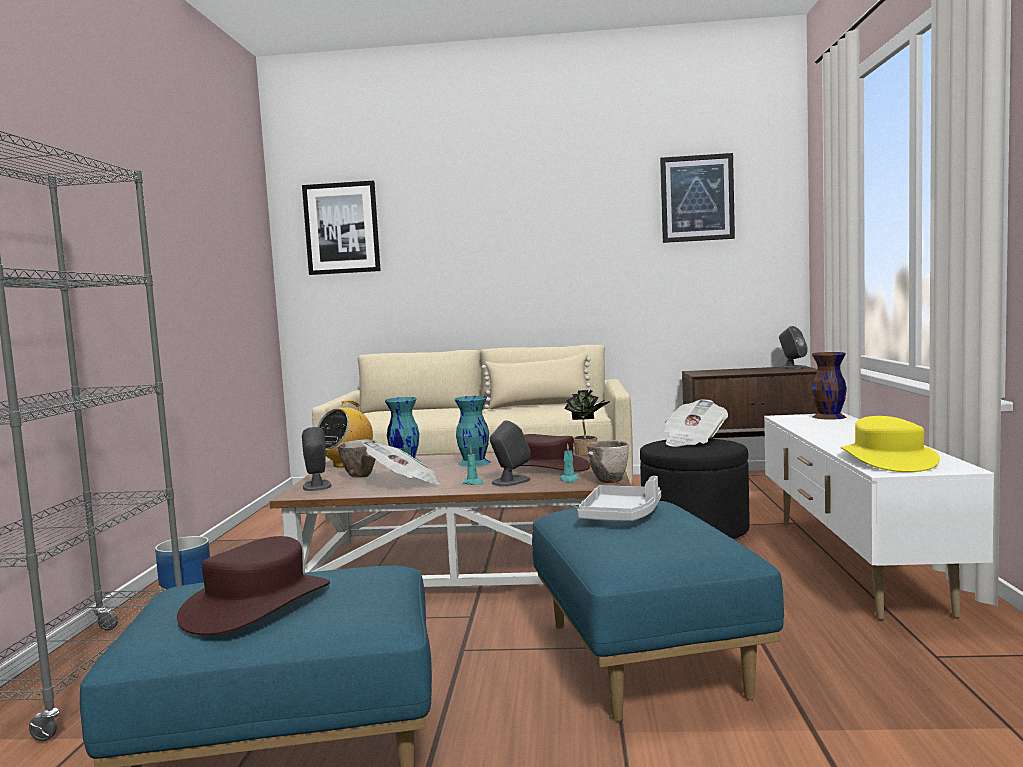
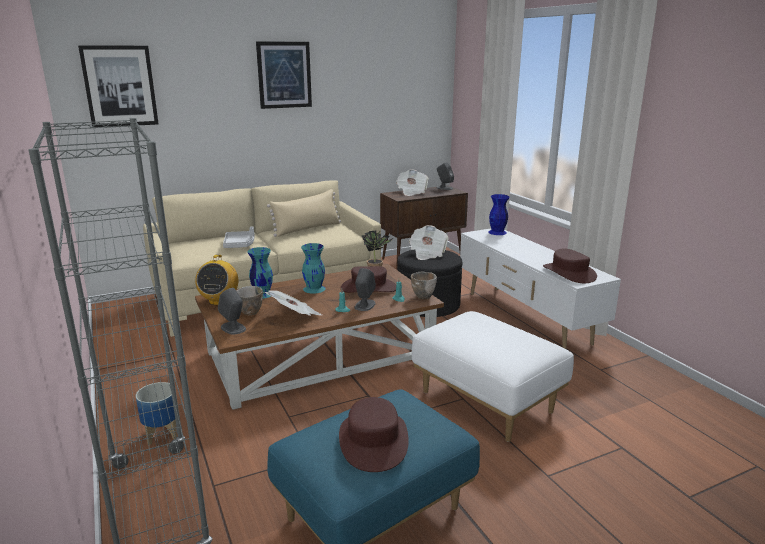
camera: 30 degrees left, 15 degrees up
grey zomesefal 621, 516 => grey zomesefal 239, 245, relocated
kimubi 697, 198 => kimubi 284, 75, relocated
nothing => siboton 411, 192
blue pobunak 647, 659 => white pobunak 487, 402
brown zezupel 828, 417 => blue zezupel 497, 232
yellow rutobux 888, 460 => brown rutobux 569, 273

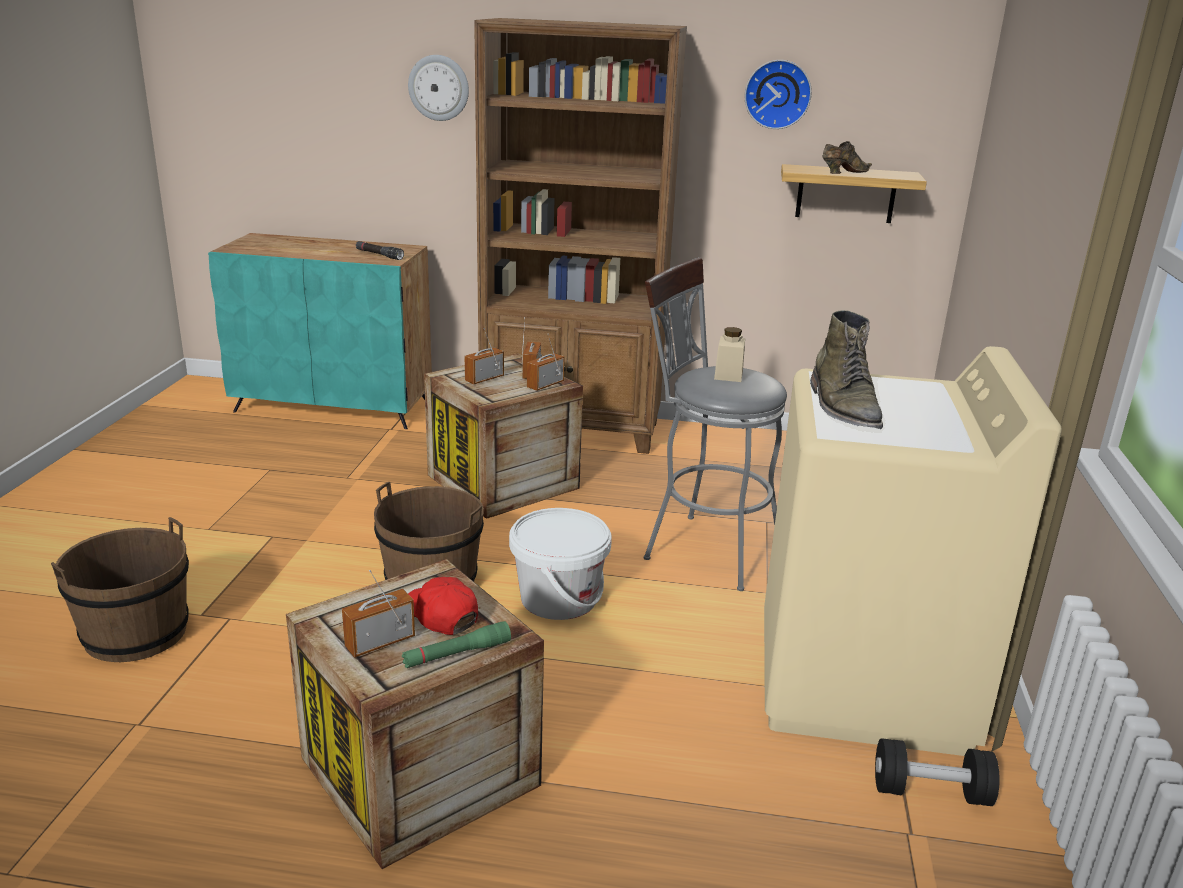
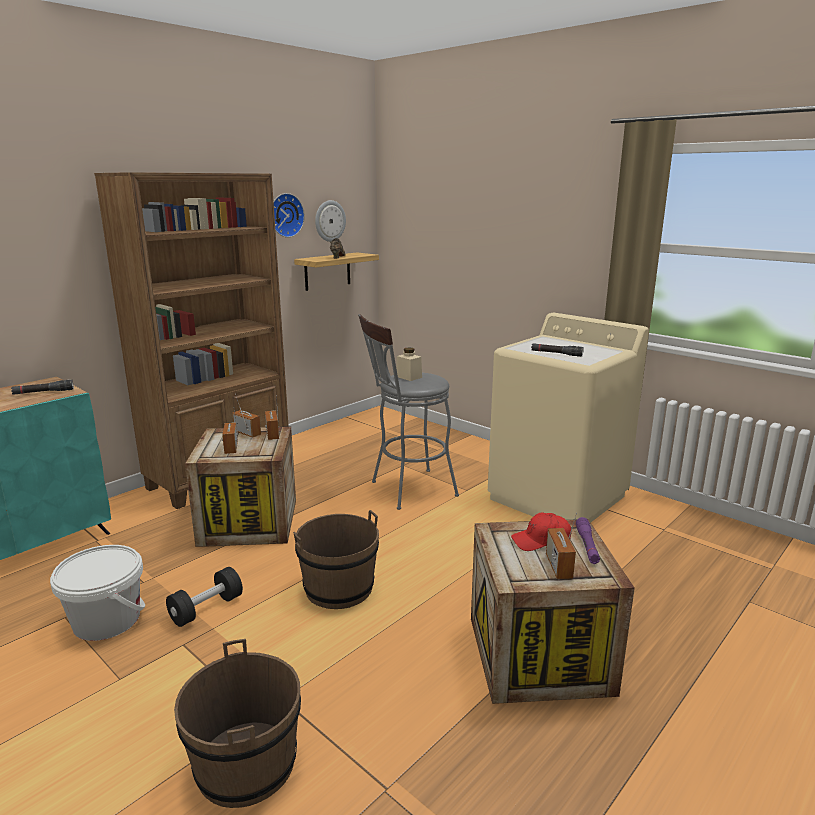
camera: 55 degrees left, 5 degrees down
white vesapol 559, 598 => white vesapol 107, 620, relocated
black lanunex 930, 791 => black lanunex 206, 609, relocated
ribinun 439, 88 => ribinun 329, 221, relocated
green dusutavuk 843, 407 => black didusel 556, 354
green didusel 457, 654 => purple didusel 587, 546

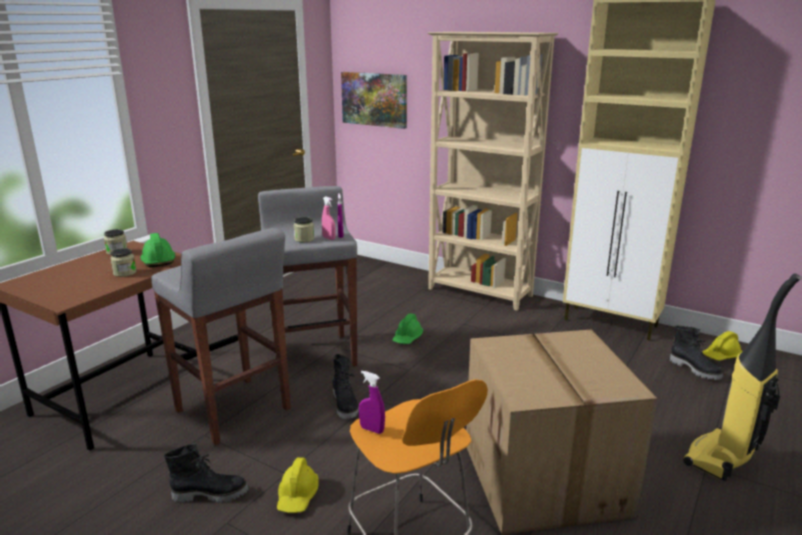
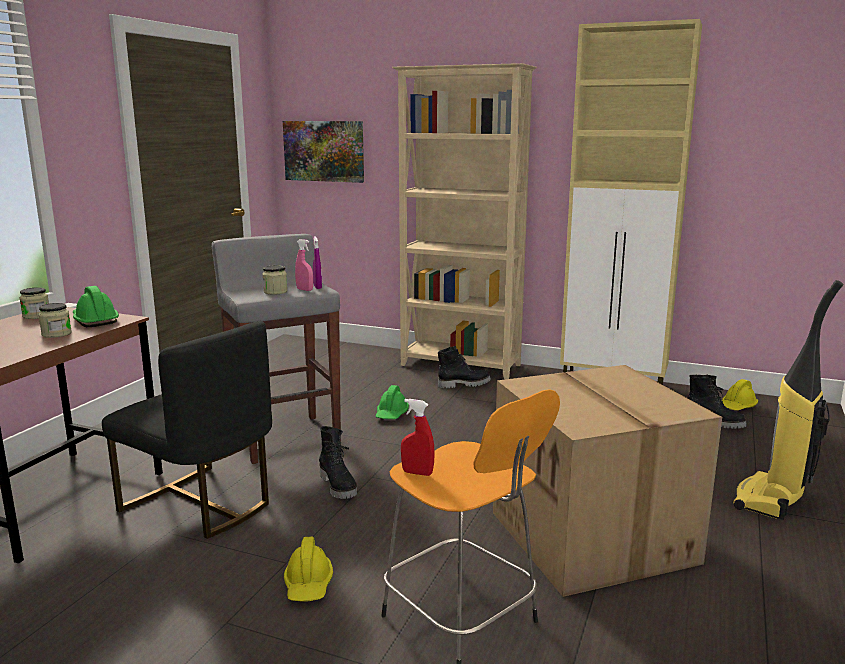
camera: 10 degrees left, 5 degrees down
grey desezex 234, 411 => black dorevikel 200, 504
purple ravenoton 372, 429 => red ravenoton 417, 473
black dusutavuk 210, 494 => black dusutavuk 463, 384, relocated

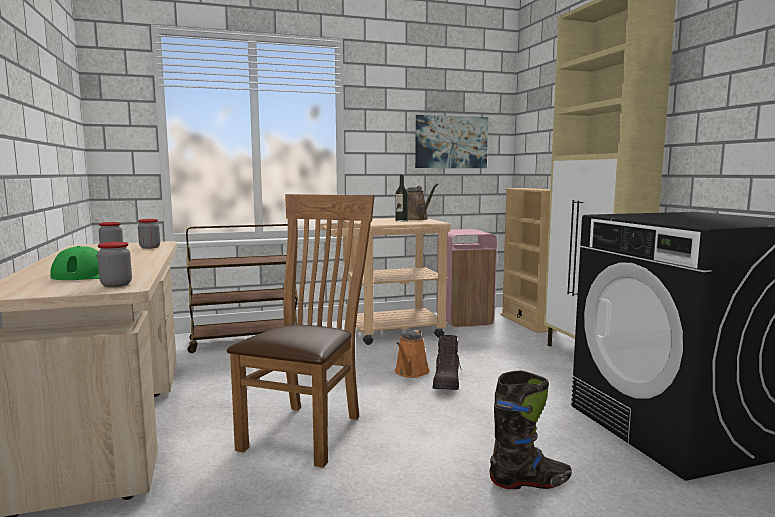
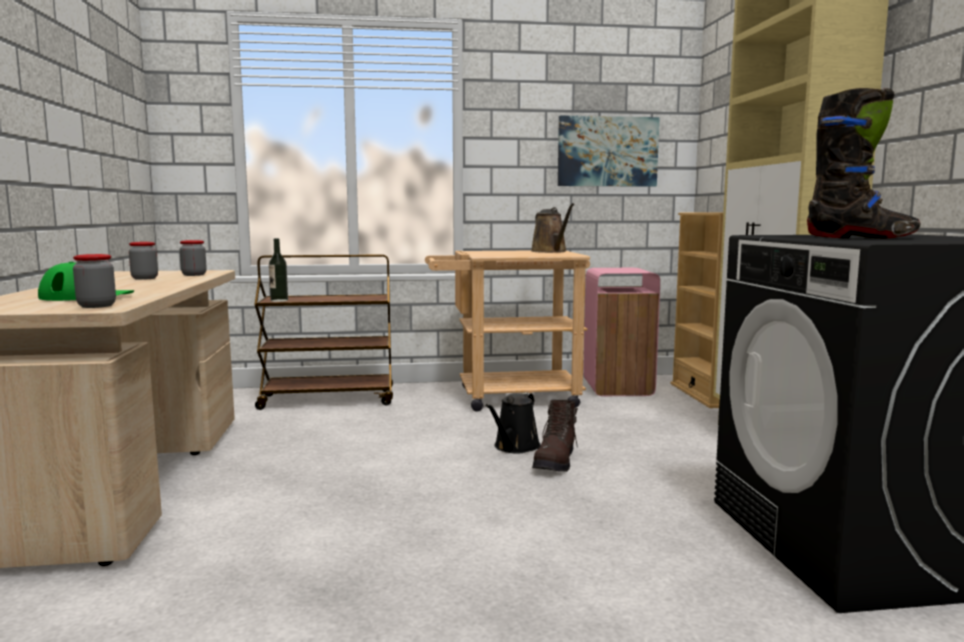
camera: 10 degrees right, 0 degrees up
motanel 401, 221 => motanel 279, 300, relocated
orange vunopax 411, 372 => black vunopax 515, 447
black dusutavuk 530, 482 => black dusutavuk 861, 237, relocated
brown dorevikel 308, 429 => nothing

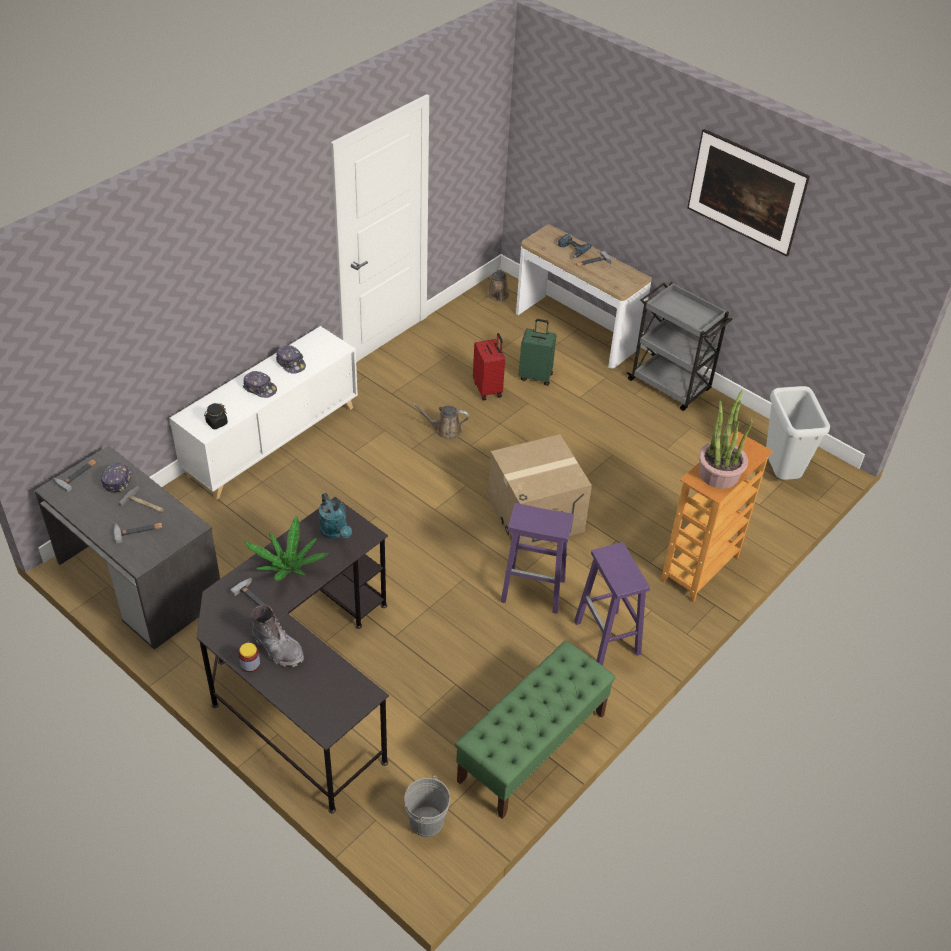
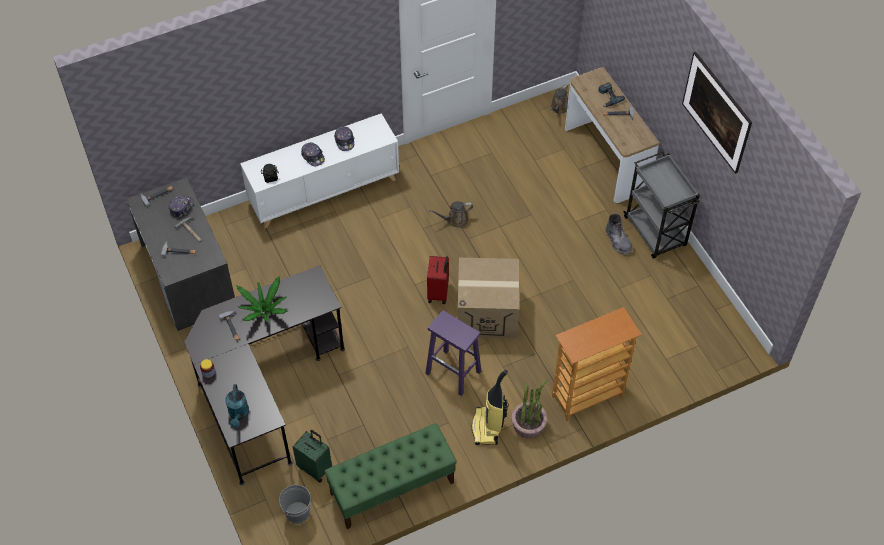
camera: 25 degrees right, 10 degrees up
turquoise vunopax 336, 533 => turquoise vunopax 238, 414, relocated
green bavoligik 536, 376 => green bavoligik 315, 468, relocated
red bavoligik 488, 389 => red bavoligik 439, 293, relocated
brown vunopax 445, 430 => brown vunopax 455, 220, 45 degrees counterclockwise
purple desezex 607, 638 => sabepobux 487, 427
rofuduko 719, 473 => rofuduko 528, 425, relocated
grey dusutavuk 278, 648 => grey dusutavuk 618, 241, relocated
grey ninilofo 781, 474 => nothing

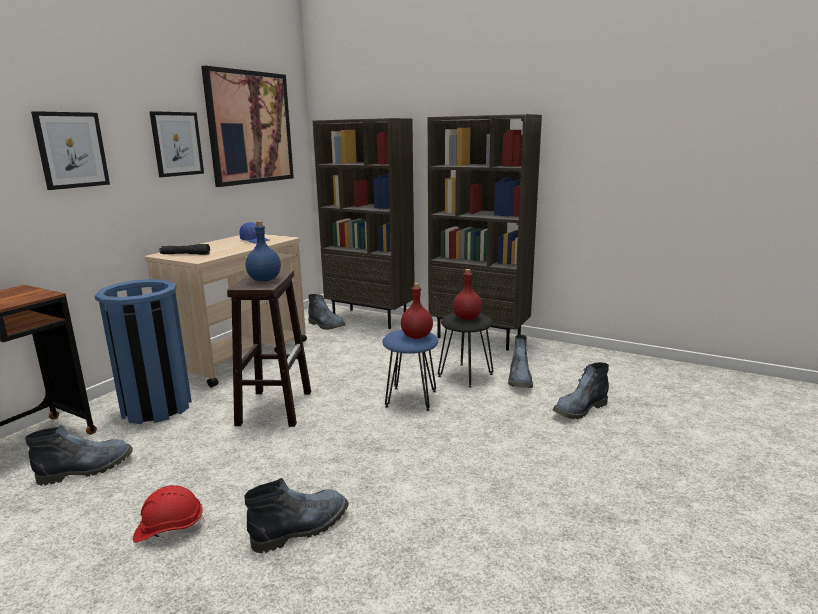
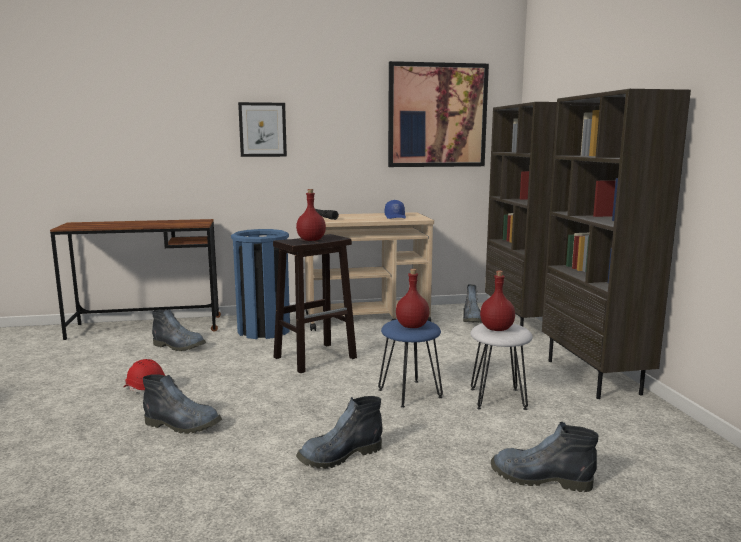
camera: 50 degrees right, 5 degrees down
blue motanel 265, 280 => red motanel 311, 240
dusutavuk 520, 380 => dusutavuk 339, 456, relocated
black desezex 465, 375 => white desezex 498, 399
kimubi 177, 144 => nothing

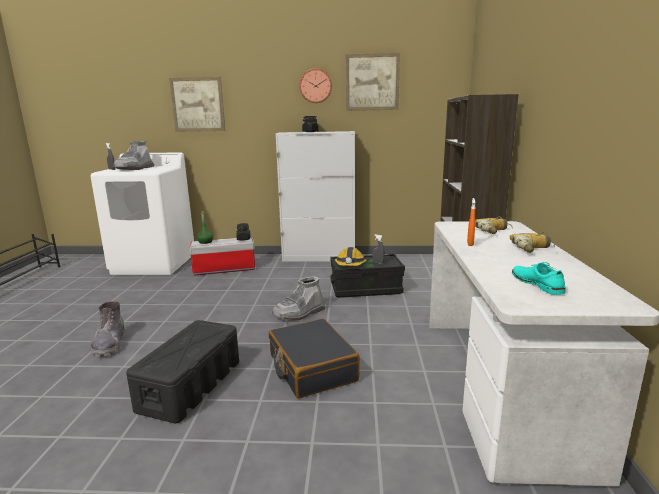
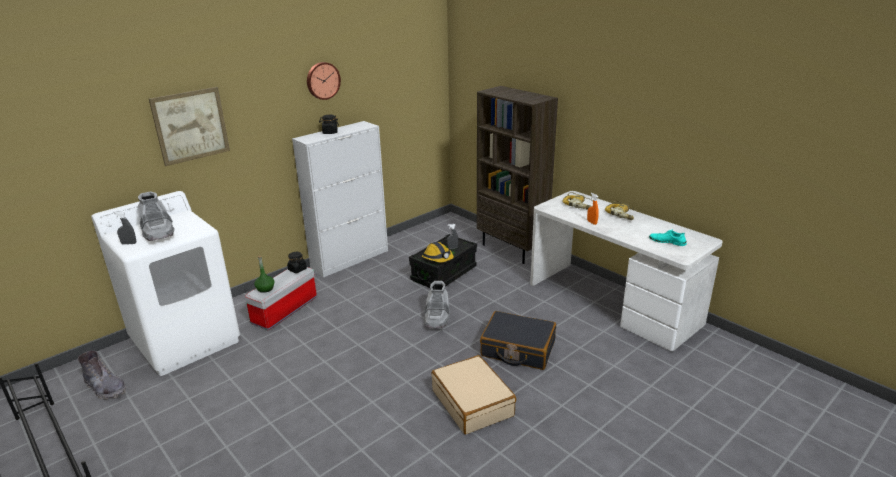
camera: 45 degrees left, 10 degrees up
grey dusutavuk 110, 344 => grey dusutavuk 105, 388, relocated
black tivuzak 191, 385 => beige bavoligik 473, 403
kimubi 372, 82 => nothing

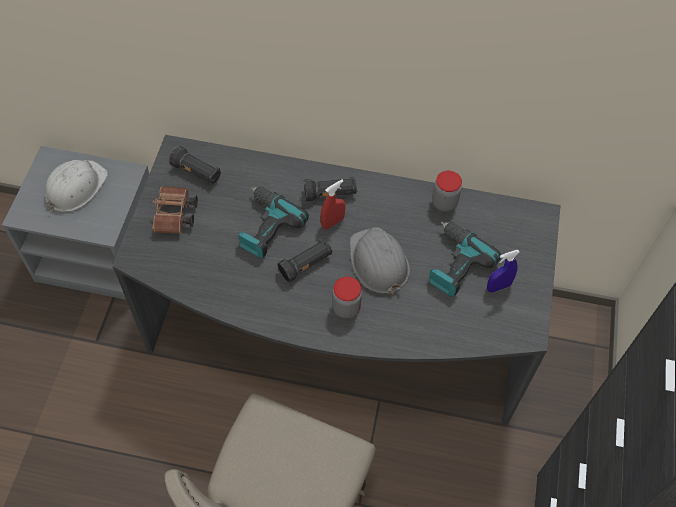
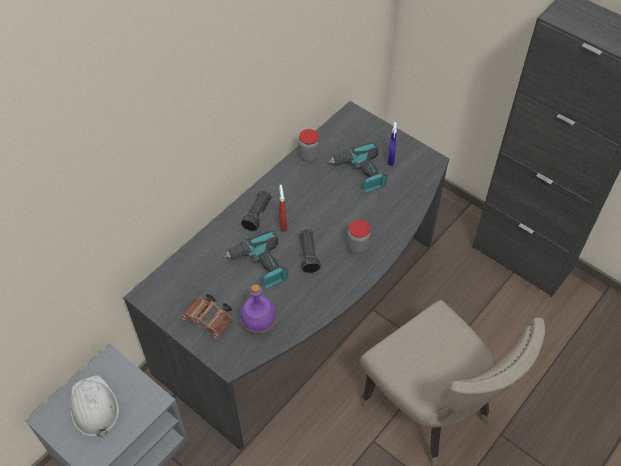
camera: 60 degrees left, 5 degrees down
nothing => purple motanel 259, 325
black didusel 197, 172 => nothing
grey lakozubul 378, 262 => nothing

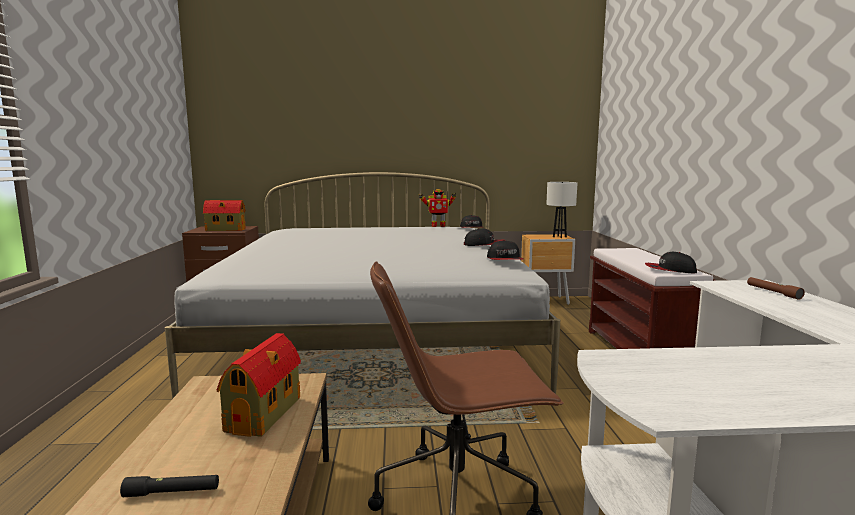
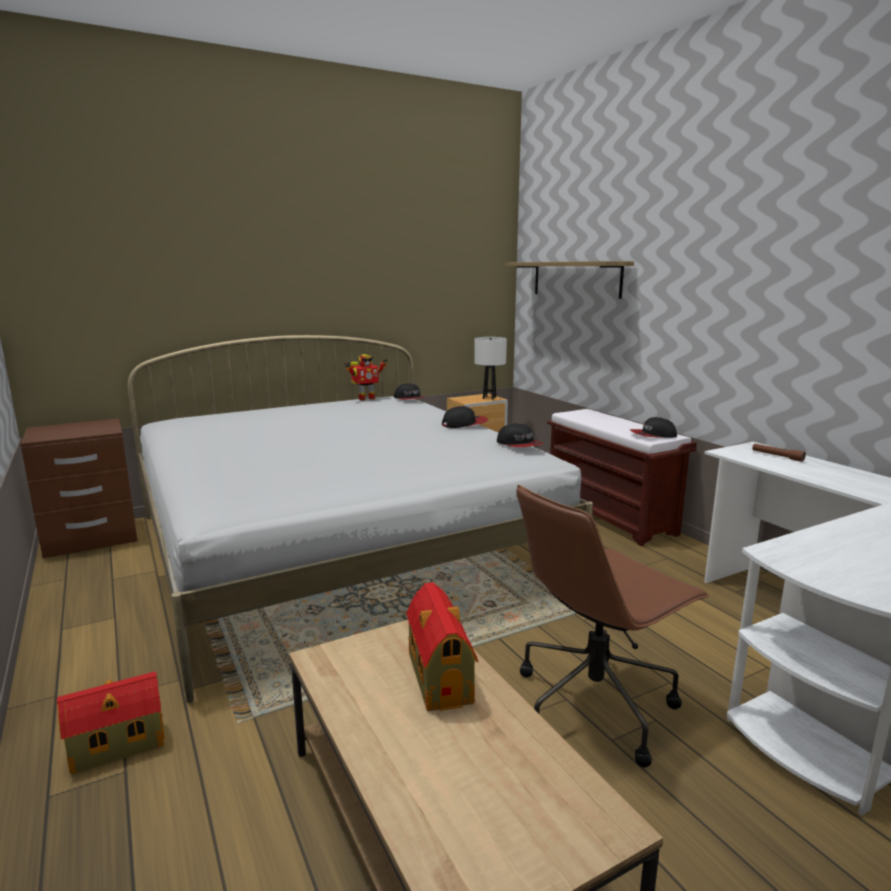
camera: 25 degrees left, 5 degrees up
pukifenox 224, 229 => pukifenox 115, 747, relocated
nothing => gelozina 575, 279
black didusel 172, 492 => nothing

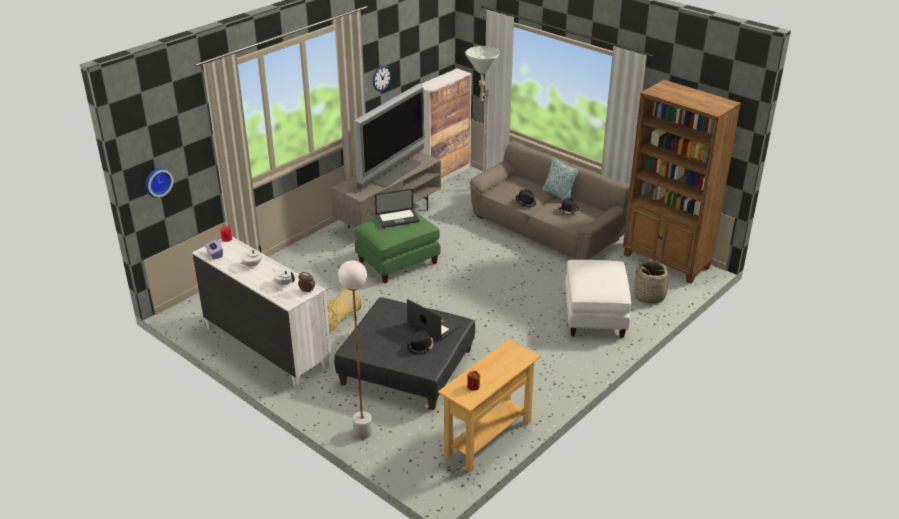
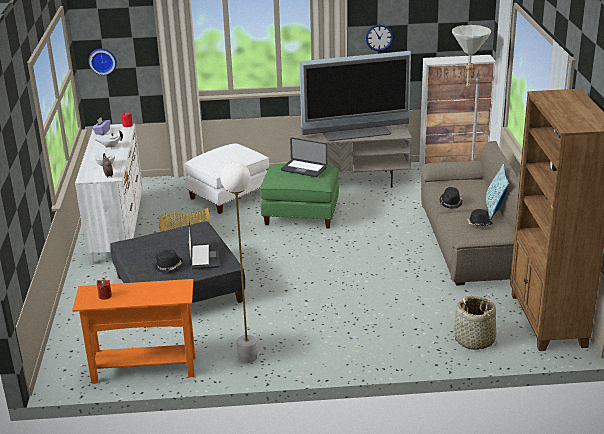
camera: 45 degrees right, 5 degrees down
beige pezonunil 488, 438 => orange pezonunil 144, 369
white pobunak 593, 316 => white pobunak 228, 195, relocated
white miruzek 362, 432 => white miruzek 247, 357, relocated

